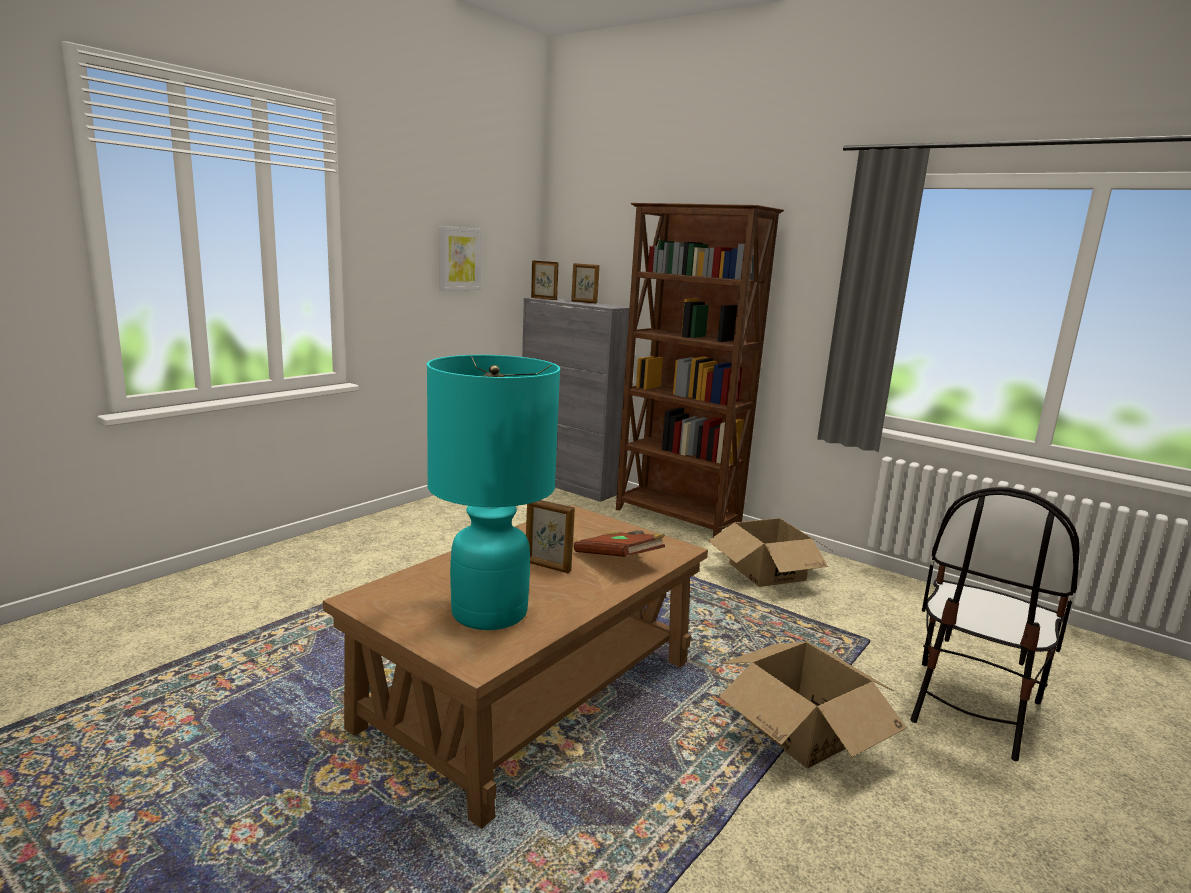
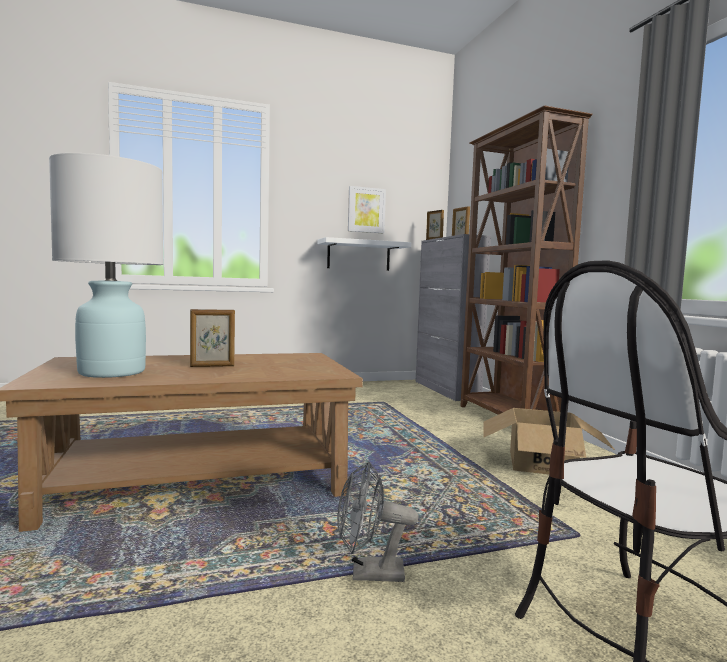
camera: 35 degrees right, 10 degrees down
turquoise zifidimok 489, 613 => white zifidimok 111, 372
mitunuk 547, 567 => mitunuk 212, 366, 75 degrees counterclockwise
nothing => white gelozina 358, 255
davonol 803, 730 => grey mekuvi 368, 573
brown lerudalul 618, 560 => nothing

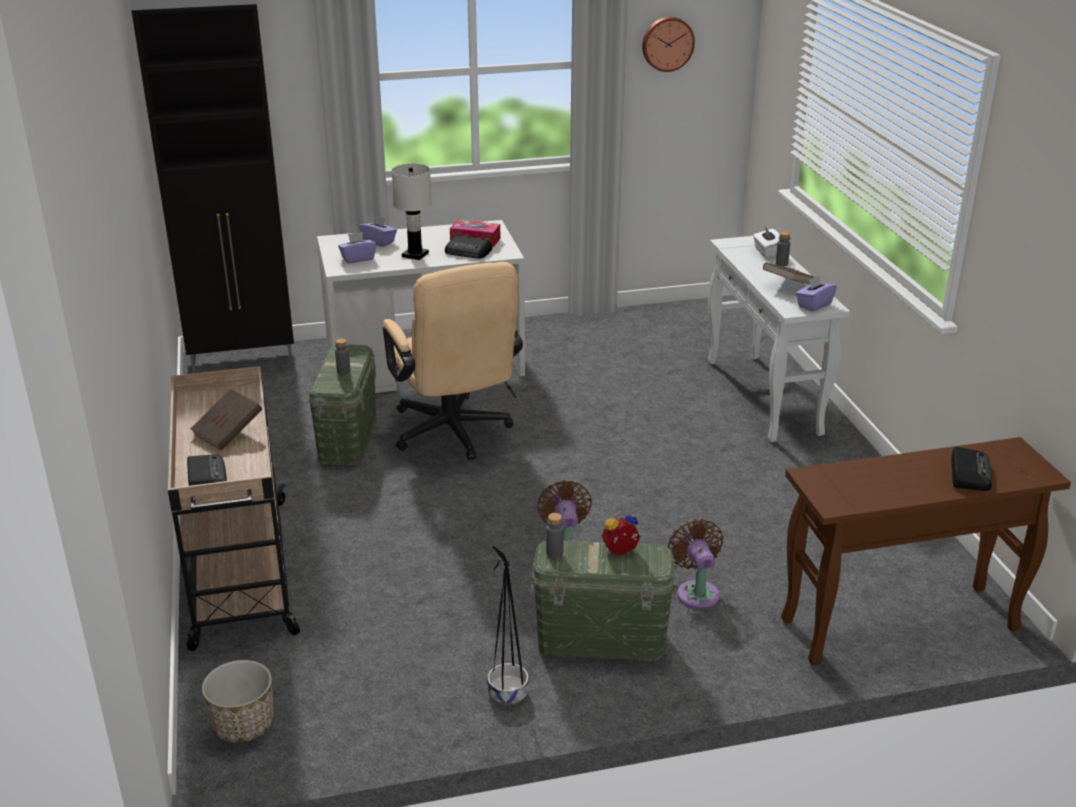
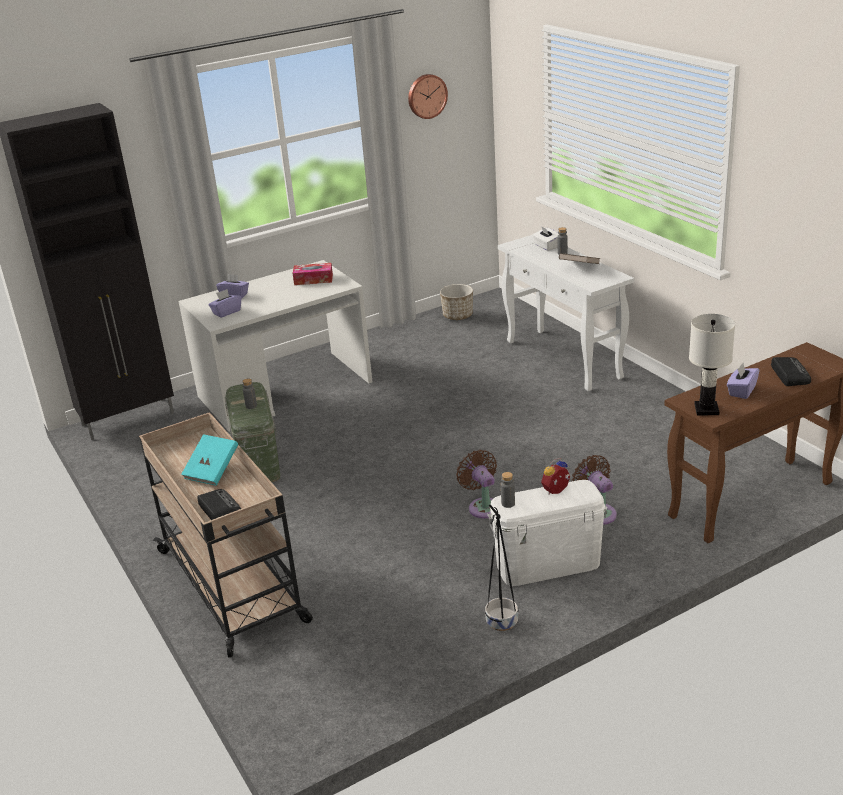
camera: 15 degrees left, 0 degrees up
brown lerudalul 228, 433 => turquoise lerudalul 212, 471
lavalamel 243, 725 => lavalamel 457, 316, relocated
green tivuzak 601, 639 => white tivuzak 547, 564
white zifidimok 415, 254 => white zifidimok 706, 409, relocated
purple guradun 814, 305 => purple guradun 741, 391, relocated
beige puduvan 454, 435 => nothing
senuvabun 468, 252 => nothing

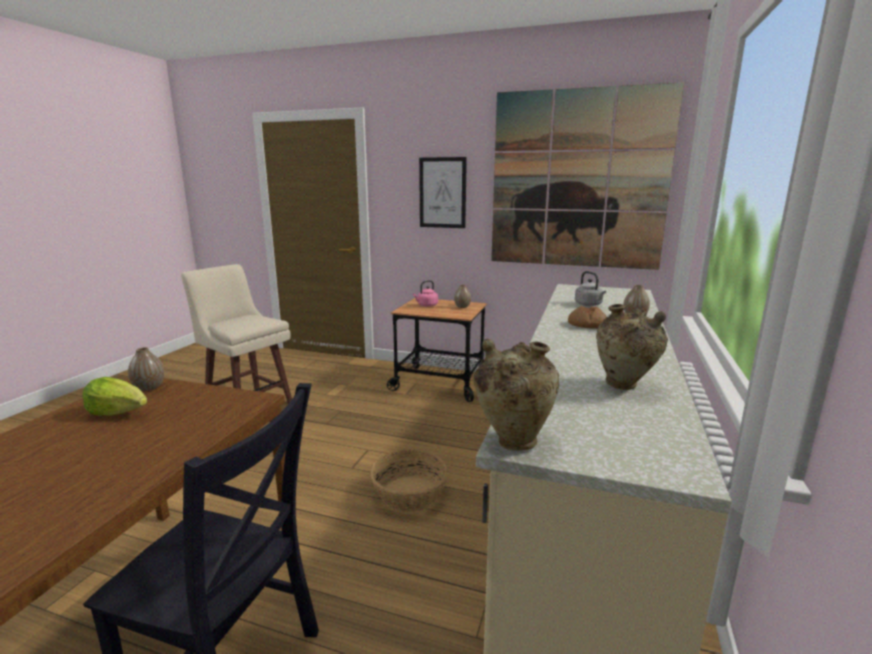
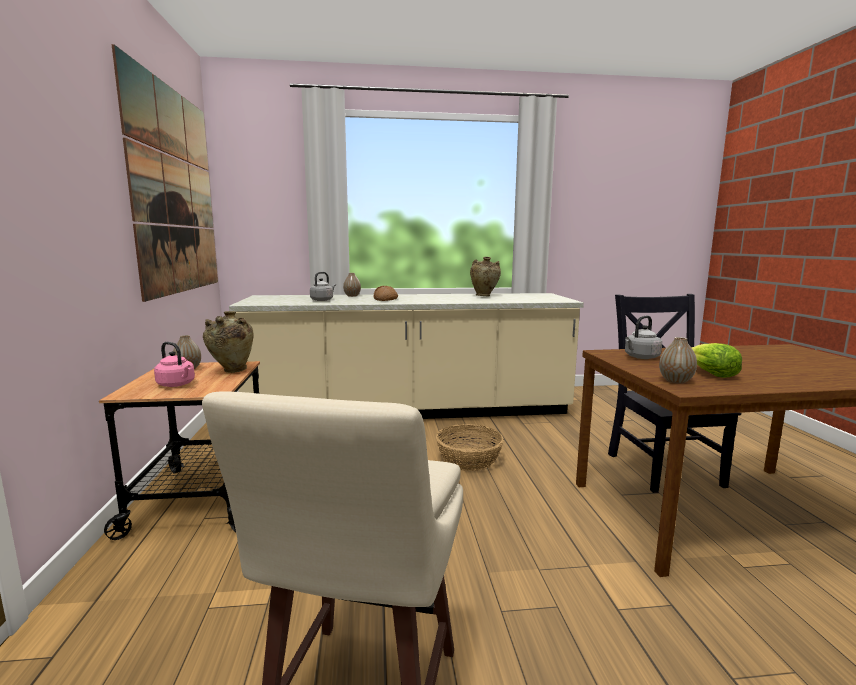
camera: 115 degrees left, 5 degrees down
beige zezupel 513, 440 => beige zezupel 232, 371, relocated
nothing => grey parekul 640, 357
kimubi 442, 193 => nothing

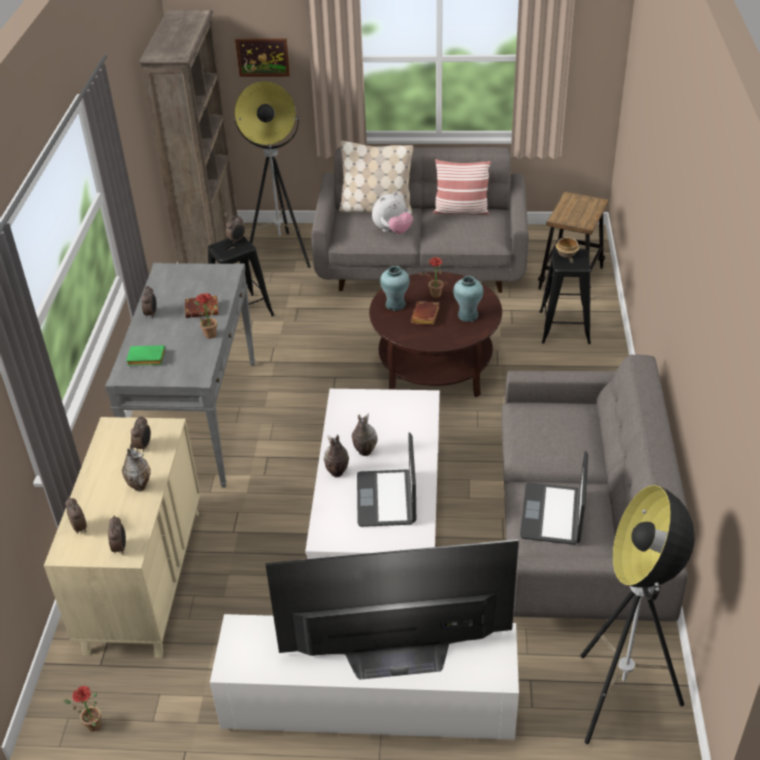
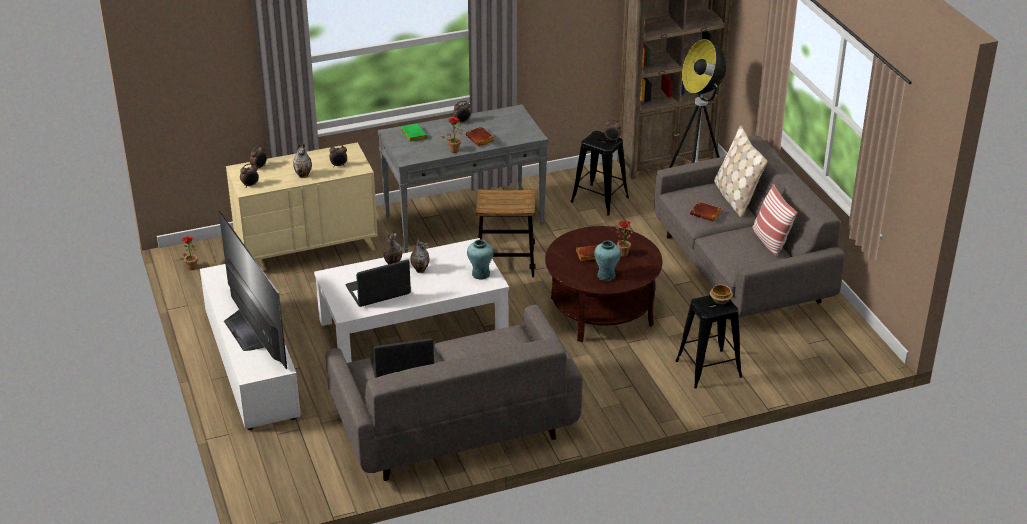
camera: 65 degrees right, 5 degrees down
turquoise zezupel 395, 305 => turquoise zezupel 480, 274, relocated
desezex 571, 278 => desezex 505, 263, relocated
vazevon 392, 231 => brown lerudalul 706, 214
kimubi 262, 57 => nothing
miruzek 620, 701 => nothing

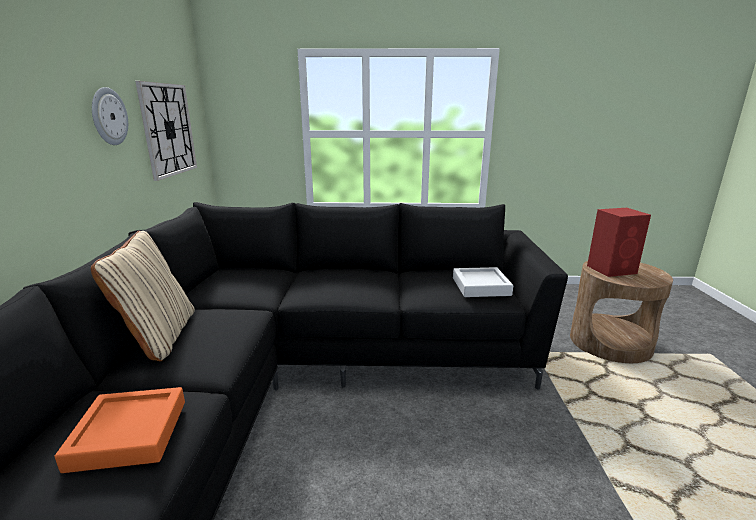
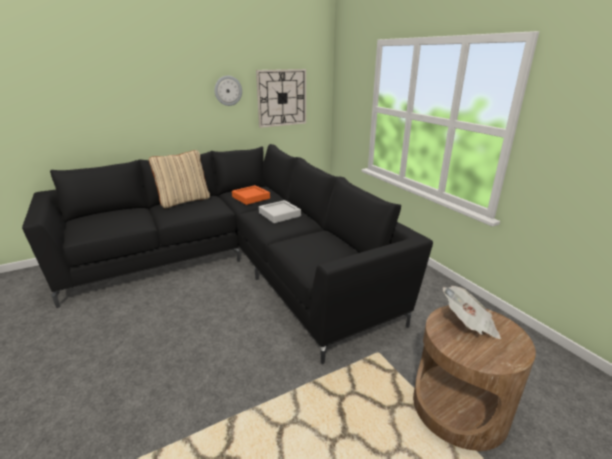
camera: 60 degrees right, 5 degrees up
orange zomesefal 129, 434 => orange zomesefal 251, 197, relocated
grey zomesefal 481, 286 => grey zomesefal 279, 214, relocated
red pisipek 612, 269 => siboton 469, 324

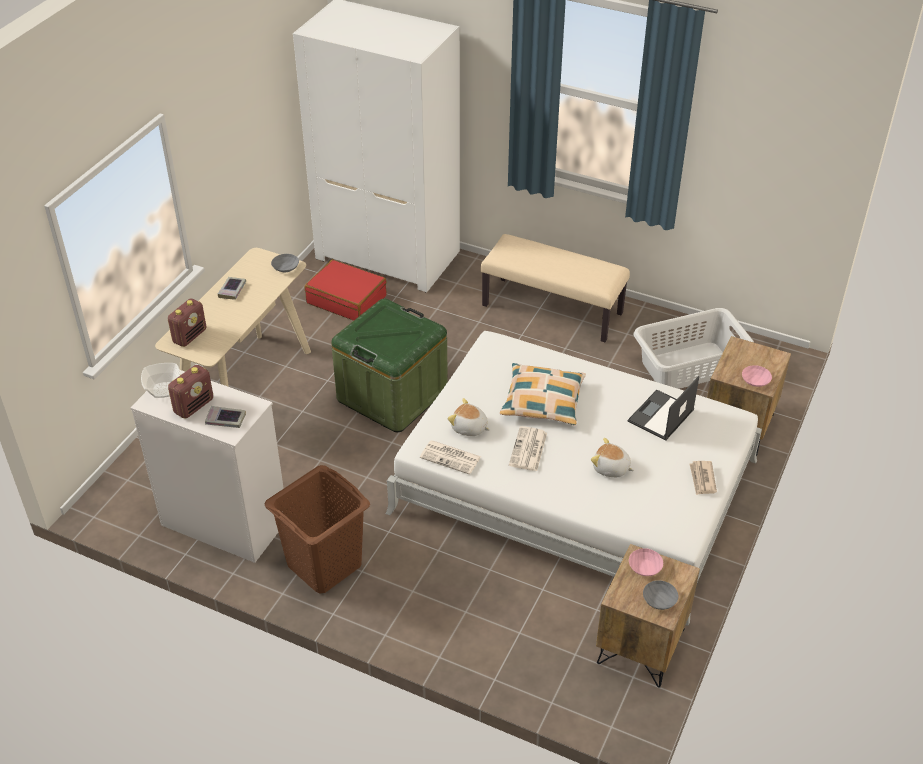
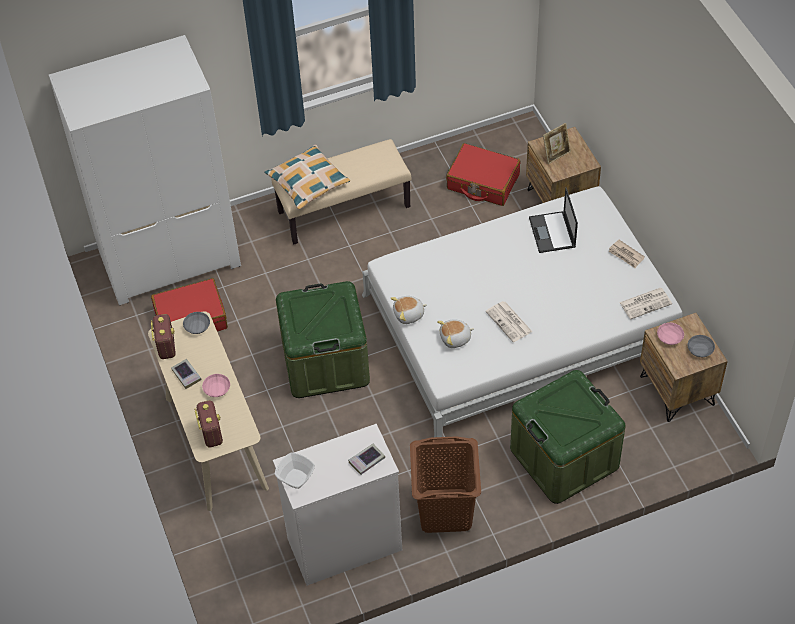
camera: 45 degrees left, 10 degrees up
senuvabun 194, 406 => senuvabun 166, 346, relocated
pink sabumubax 755, 381 => pink sabumubax 217, 389, relocated
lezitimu 542, 401 => lezitimu 308, 182, relocated
vazevon 611, 468 => vazevon 409, 315, relocated
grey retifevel 689, 367 => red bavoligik 483, 182
nothing => green tivuzak 564, 458
nothing => mitunuk 556, 154
siboton 451, 457 => siboton 645, 303, relocated

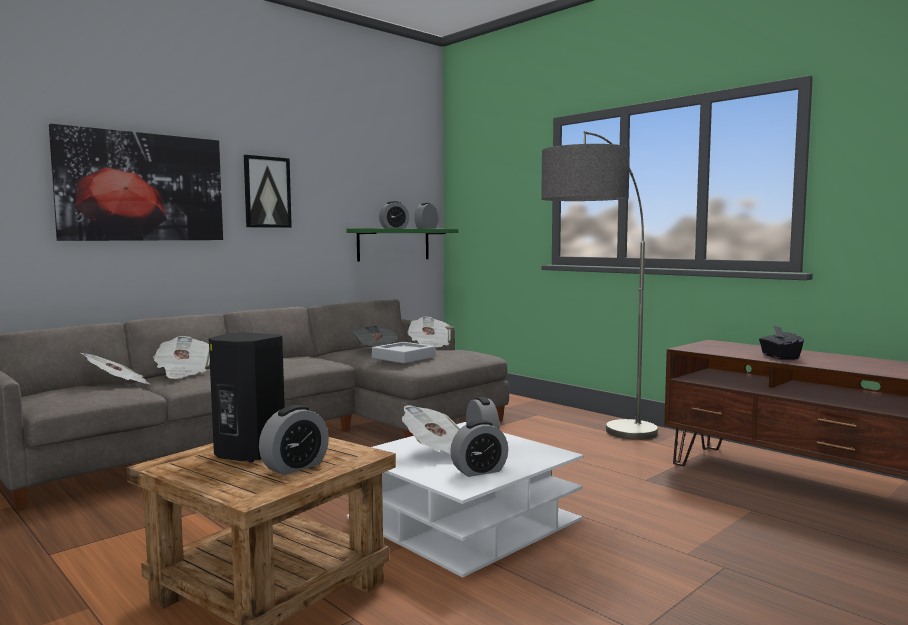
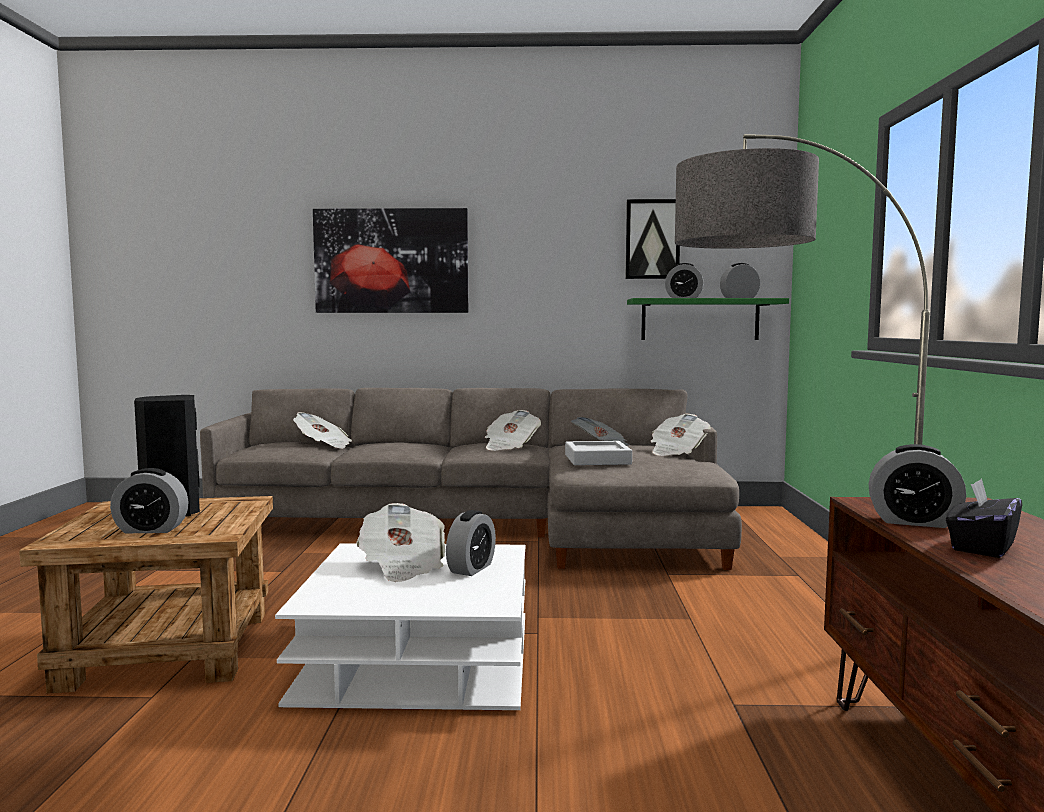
camera: 45 degrees right, 0 degrees up
siboton 183, 372 => siboton 510, 446, relocated
kimubi 267, 192 => kimubi 652, 239, relocated
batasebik 479, 471 => batasebik 913, 522, relocated

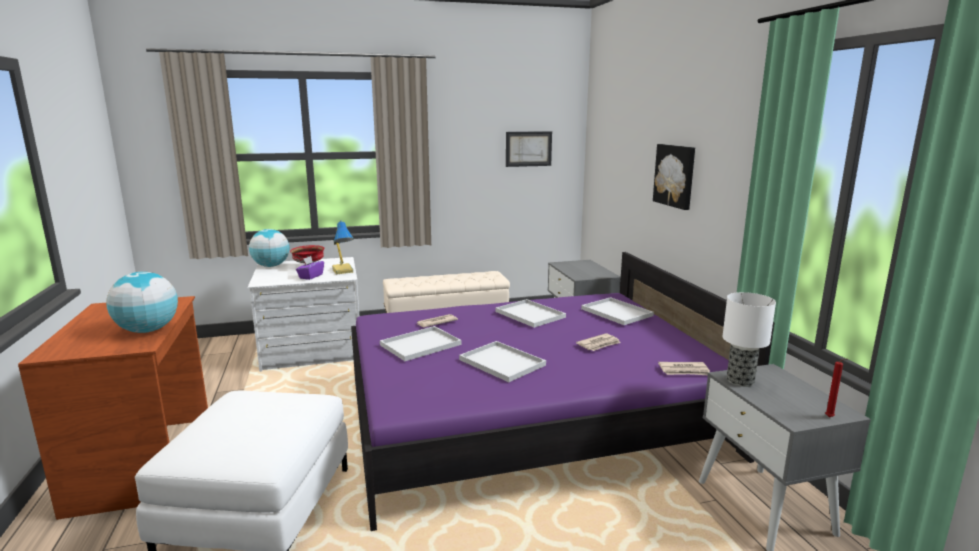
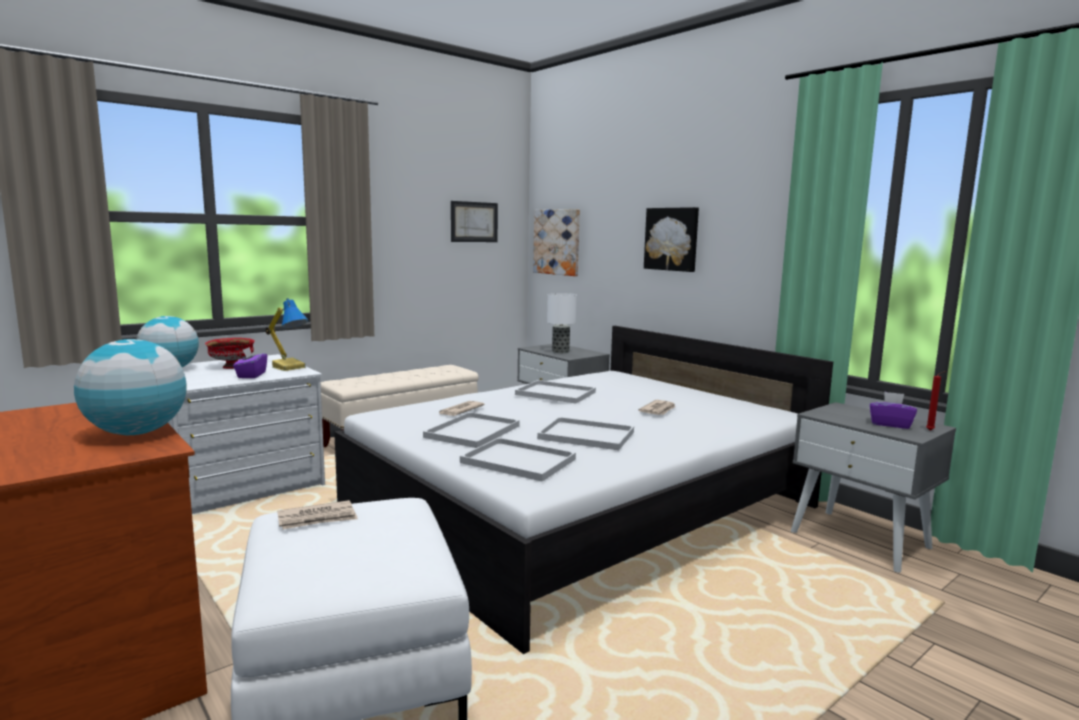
camera: 25 degrees left, 5 degrees down
siboton 684, 371 => siboton 317, 518, relocated
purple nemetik 529, 416 => white nemetik 582, 507
white zomesefal 618, 312 => white zomesefal 520, 461, relocated
nothing => kimubi 557, 242
zifidimok 741, 381 => zifidimok 561, 351, relocated
nothing => purple guradun 890, 424

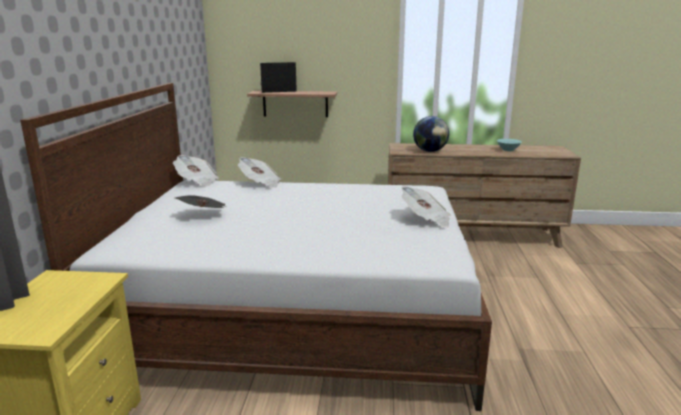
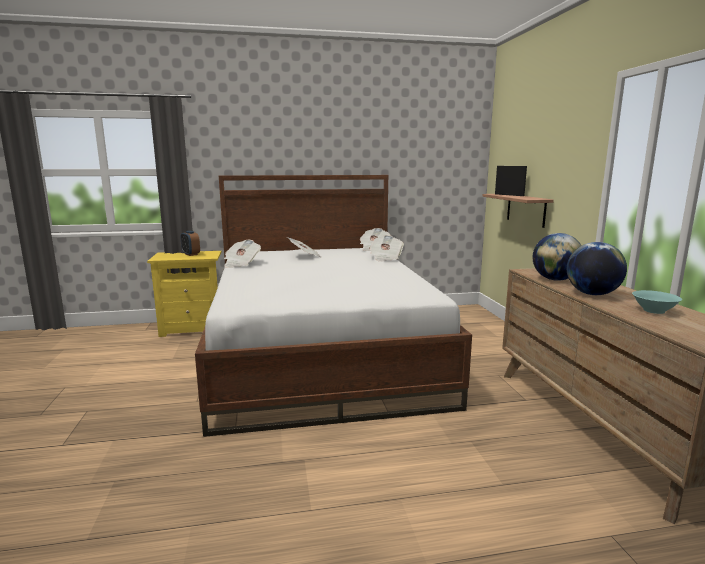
camera: 75 degrees right, 5 degrees down
nothing => batasebik 191, 254
siboton 426, 220 => siboton 241, 264, relocated
nothing => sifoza 592, 294

